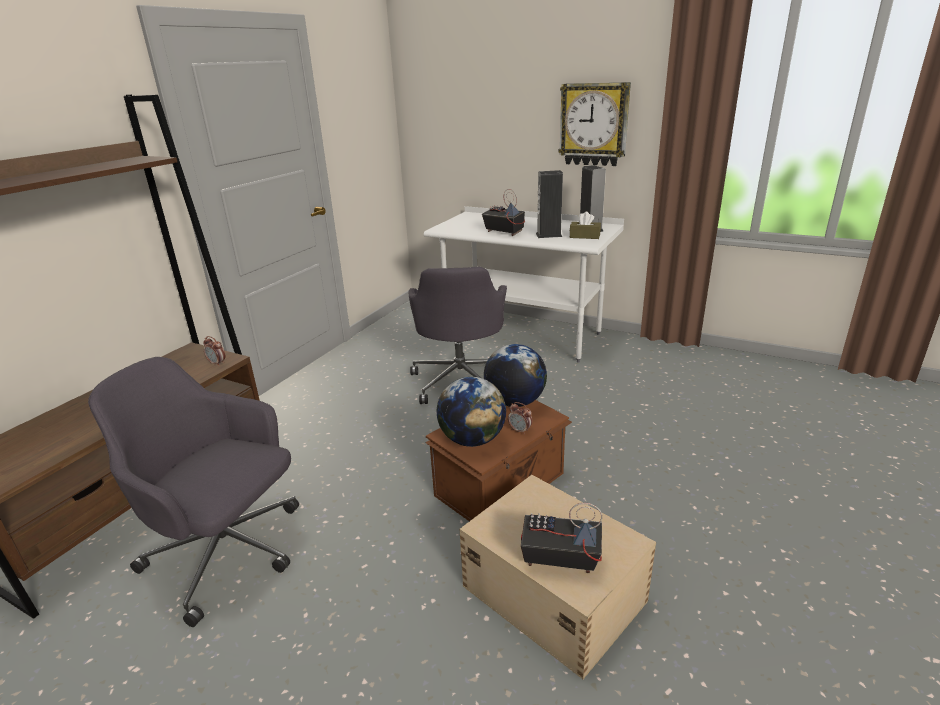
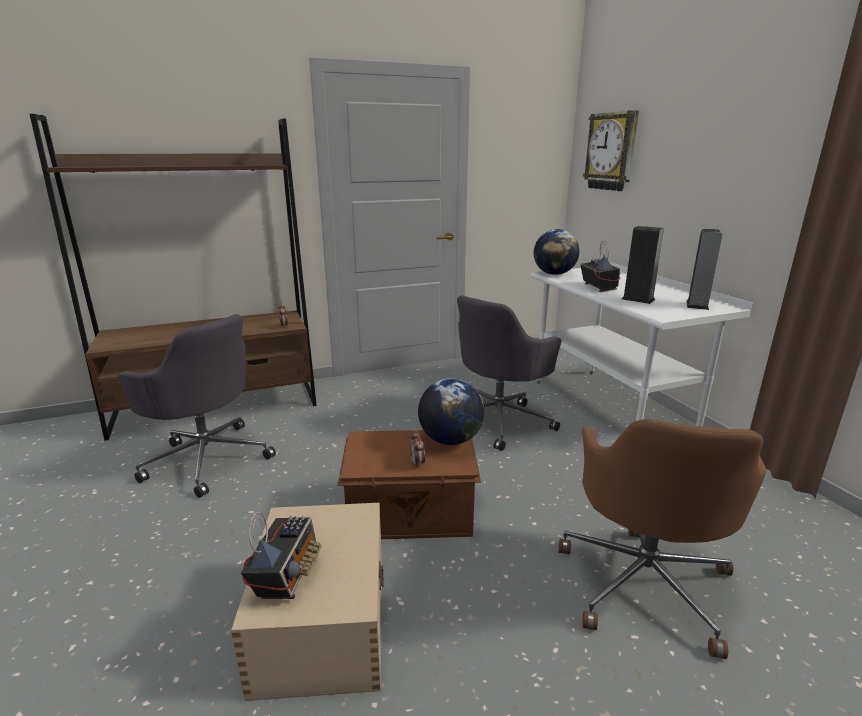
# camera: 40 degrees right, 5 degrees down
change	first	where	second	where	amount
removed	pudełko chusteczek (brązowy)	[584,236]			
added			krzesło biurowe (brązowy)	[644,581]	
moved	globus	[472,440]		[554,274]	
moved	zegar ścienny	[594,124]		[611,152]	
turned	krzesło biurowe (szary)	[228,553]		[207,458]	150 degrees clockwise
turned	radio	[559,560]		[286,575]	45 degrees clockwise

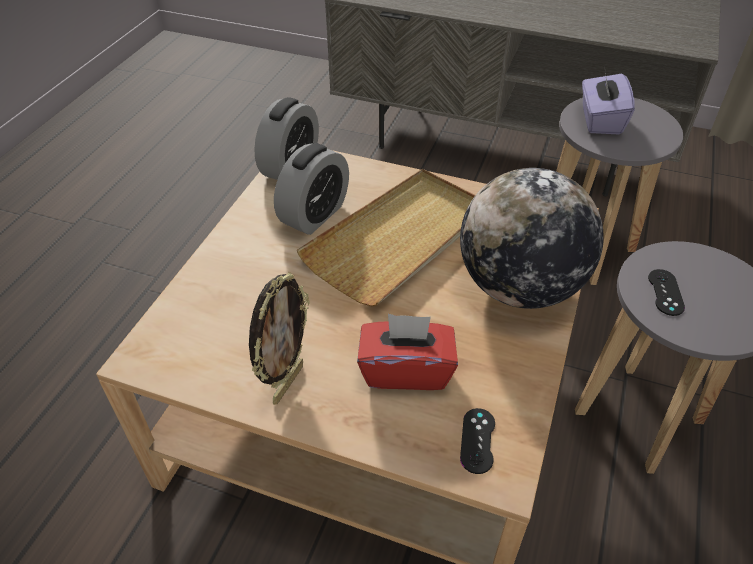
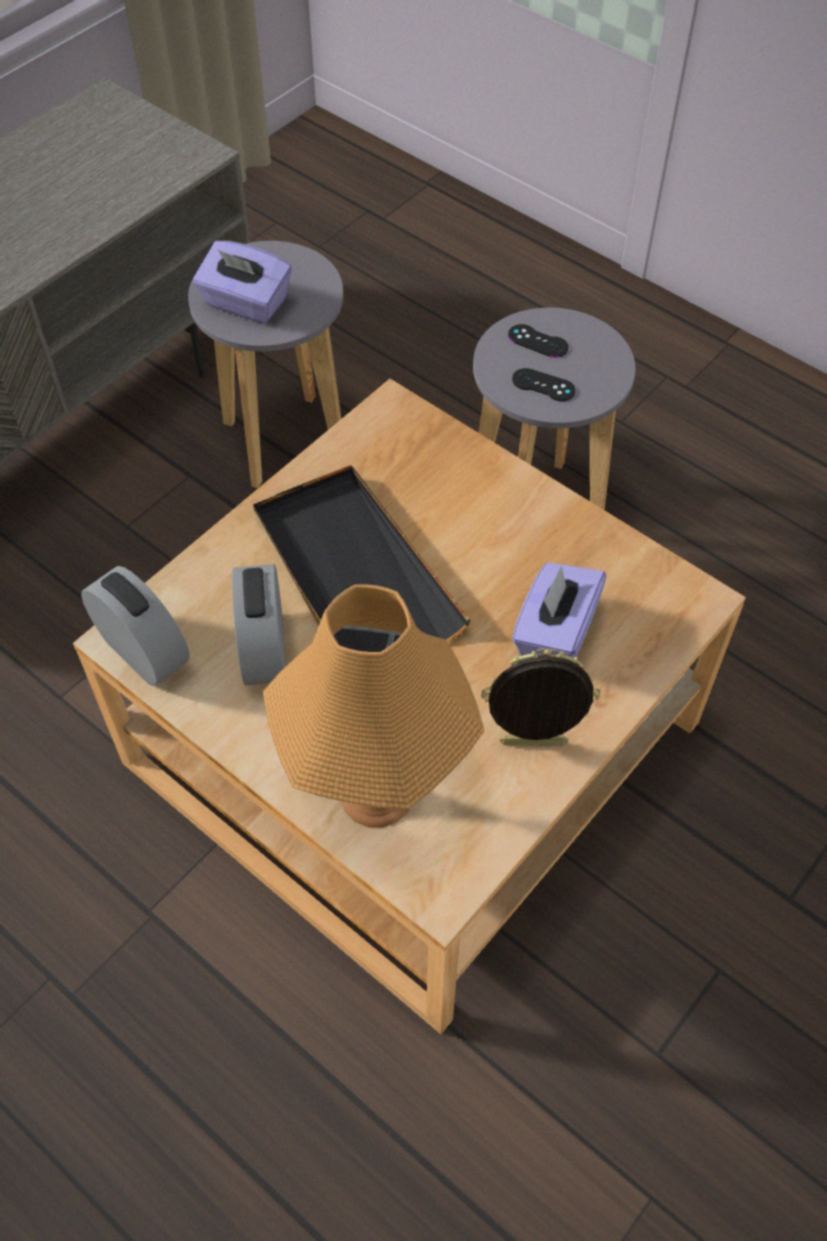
# camera: 70 degrees left, 10 degrees up
change	first	where	second	where	amount
removed	globus	[519,287]			
added			lampa stołowa (pomarańczowy)	[376,794]	
moved	pad do gier (czarny)	[477,440]		[538,341]	
recoloured	taca (beżowy)	[399,239]	taca (czarny)	[354,574]	
recoloured	pudełko chusteczek (czerwony)	[406,370]	pudełko chusteczek (fioletowy)	[554,633]	
turned	ramka na zdjęcie	[287,383]		[533,746]	45 degrees counterclockwise
turned	budzik	[314,215]		[264,649]	150 degrees counterclockwise

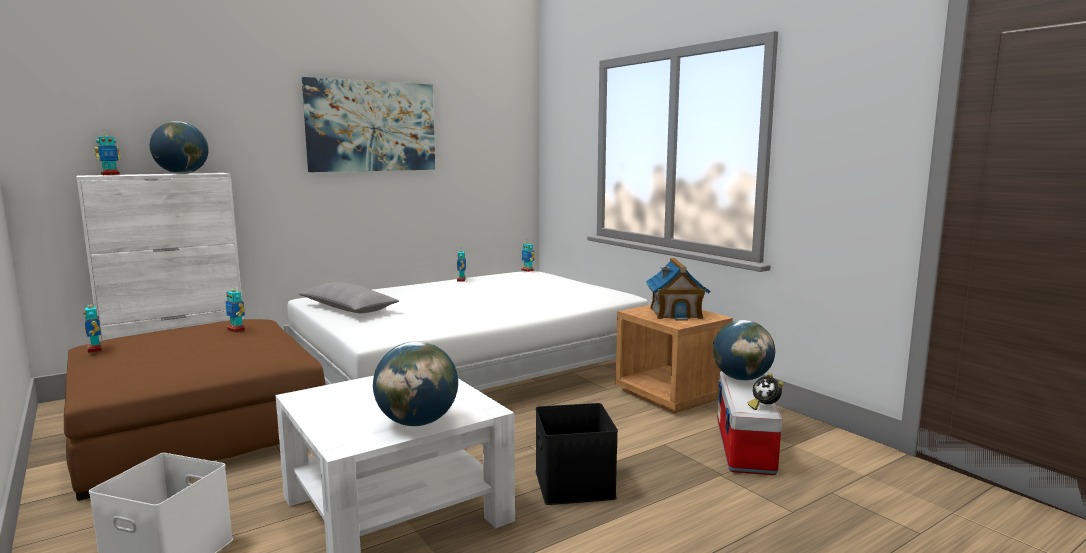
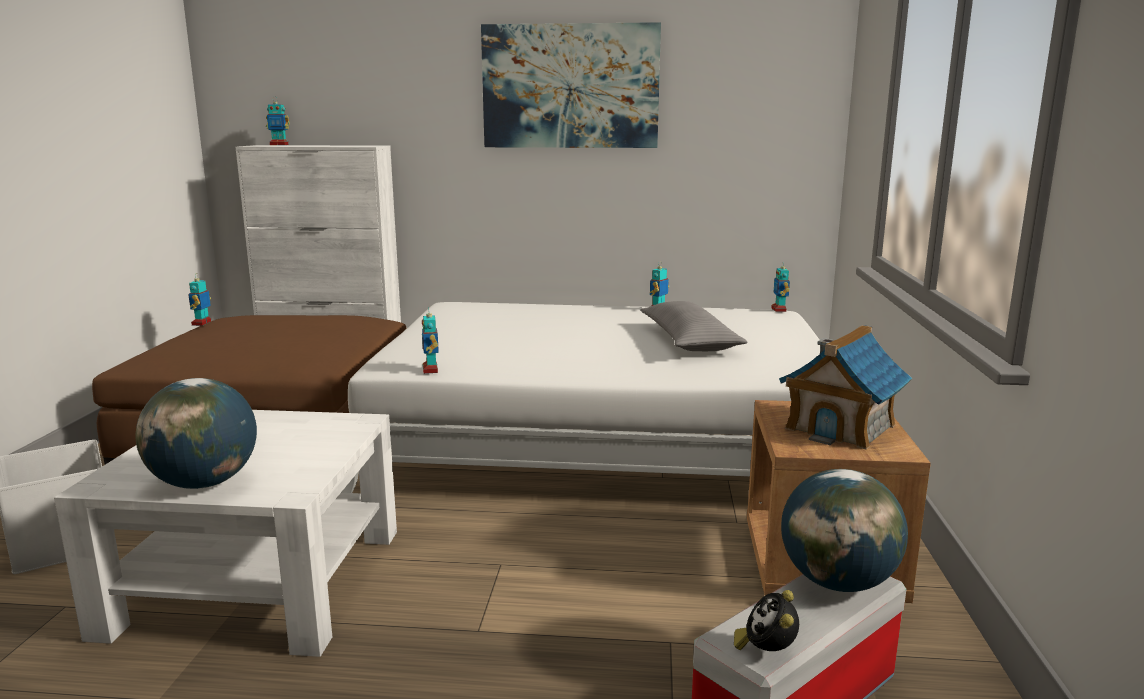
# camera: 40 degrees right, 5 degrees up
change	first	where	second	where	amount
removed	globus	[182,173]			
removed	pojemnik do przechowywania (czarny)	[576,484]			
moved	robot zabawkowy	[236,330]		[431,370]	
moved	poduszka (szary)	[348,309]		[689,341]	

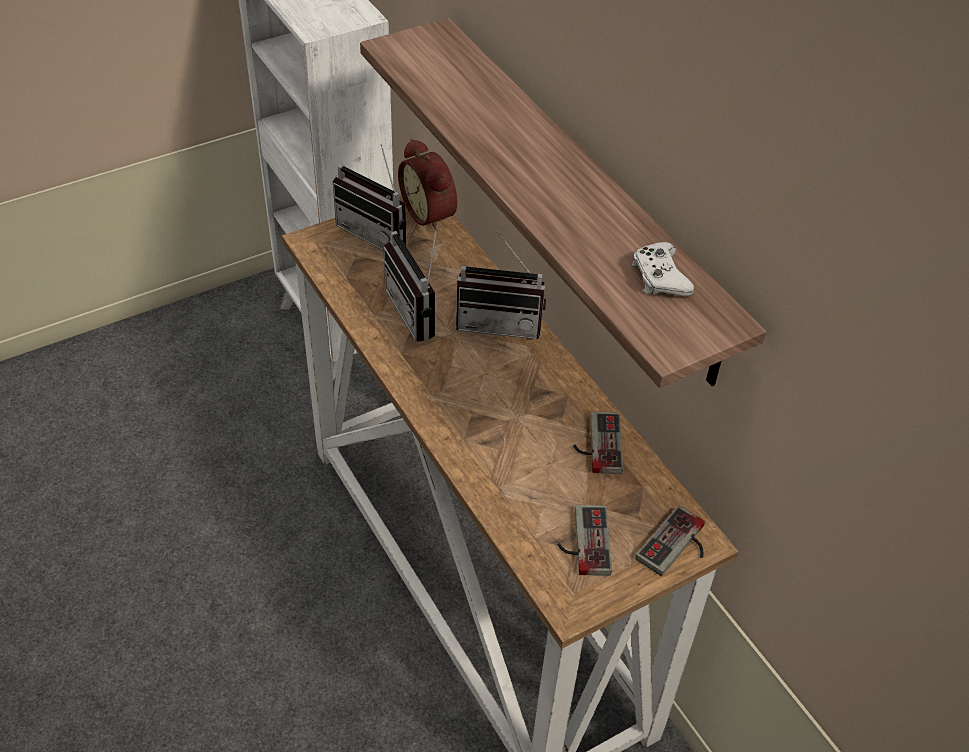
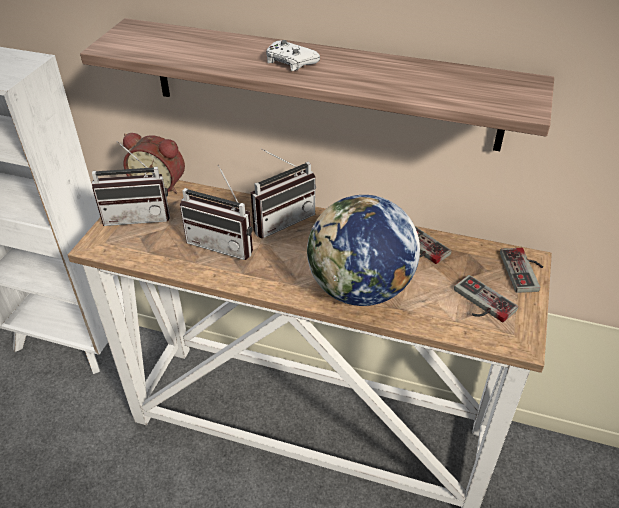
# camera: 40 degrees left, 5 degrees down
change	first	where	second	where	amount
added			globus	[360,289]	
moved	pad do gier (biały)	[660,277]		[290,62]	

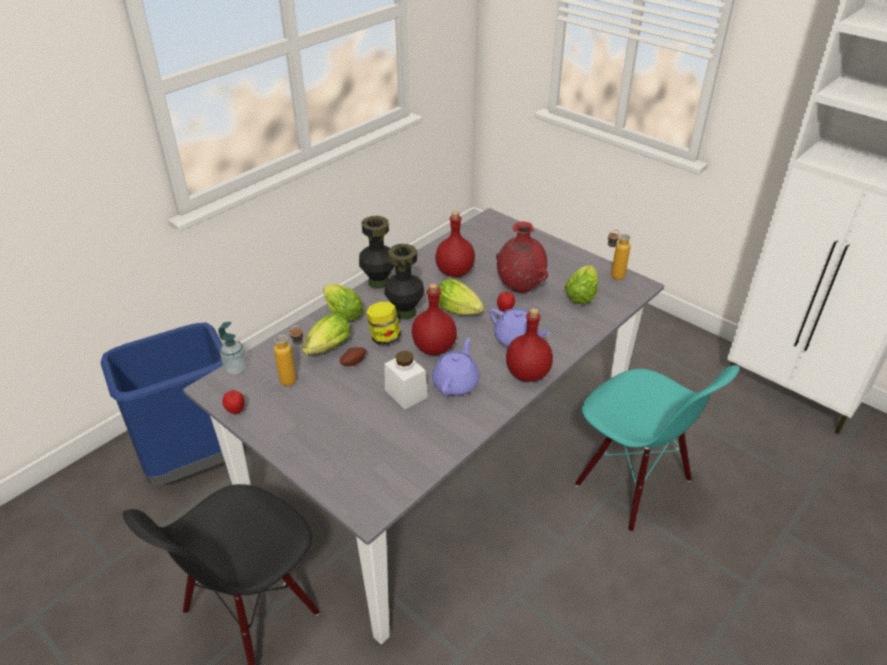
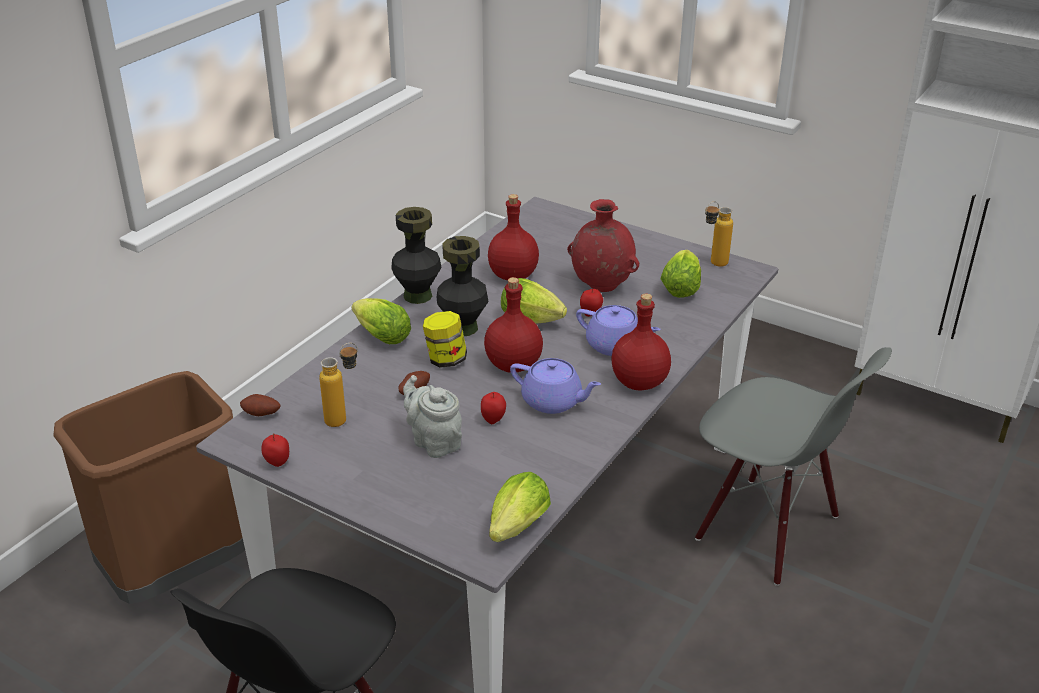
# camera: 10 degrees left, 5 degrees down
change	first	where	second	where	amount
added			imbryk (szary)	[434,442]	
moved	sałata	[326,349]		[515,530]	
replaced	dozownik mydła	[236,369]	ziemniak	[261,415]	
replaced	słoik (biały)	[406,393]	jabłko	[493,420]	
recoloured	kosz na śmieci (niebieski)	[196,461]	kosz na śmieci (brązowy)	[177,571]	
recoloured	krzesło (turkusowy)	[632,483]	krzesło (szary)	[766,529]	
turned	imbryk (fioletowy)	[456,383]		[553,401]	105 degrees clockwise

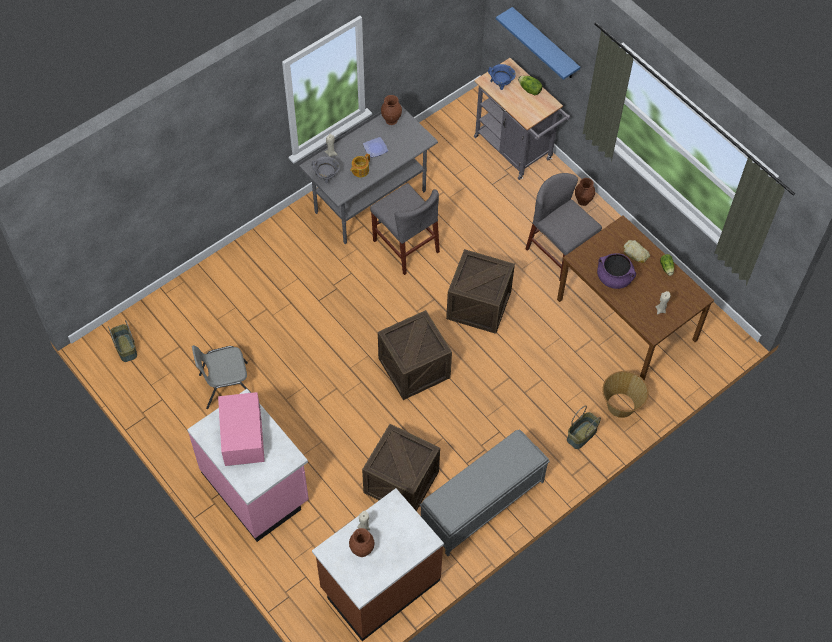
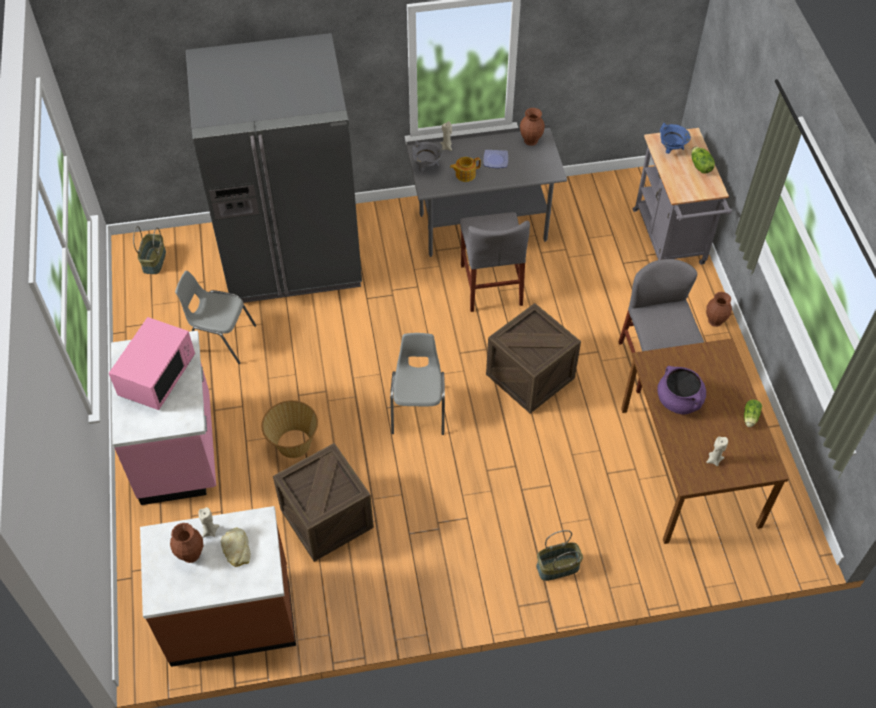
# camera: 30 degrees right, 5 degrees down
change	first	where	second	where	amount
removed	ławka (szary)	[481,504]			
removed	półka (niebieski)	[544,44]			
added			lodówka (szary)	[291,255]	
moved	koszyk	[621,406]		[293,444]	
moved	chleb	[635,253]		[236,549]	
replaced	skrzynka	[414,368]	krzesło (szary)	[419,408]	

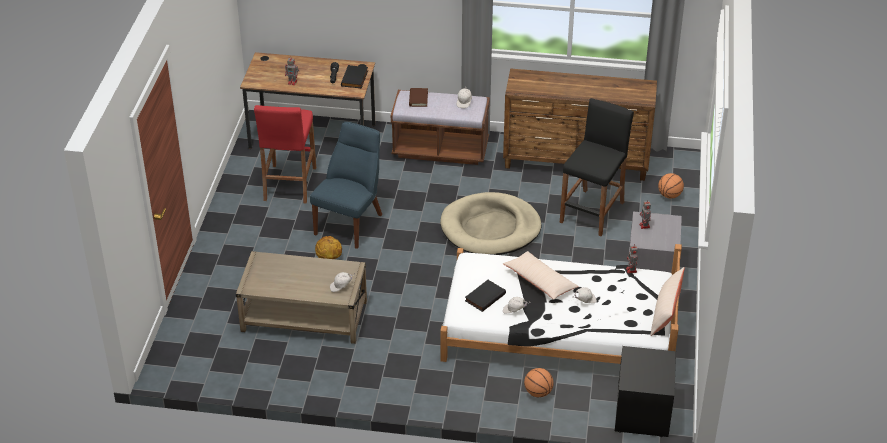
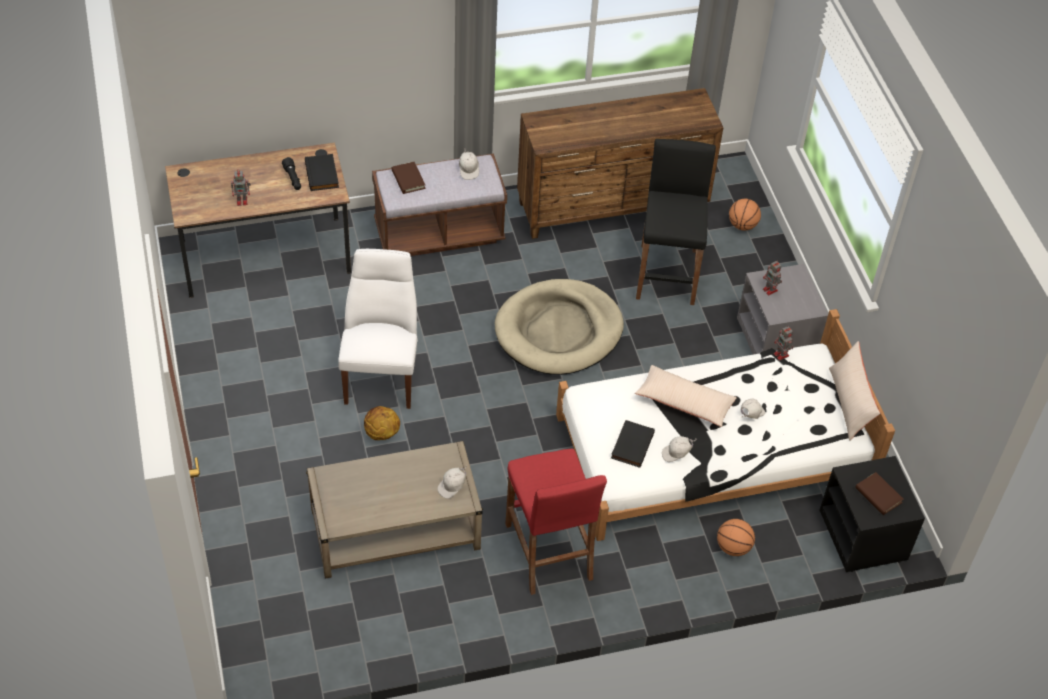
# camera: 25 degrees left, 10 degrees up
change	first	where	second	where	amount
added			książka (brązowy)	[878,495]	
moved	stołek (czerwony)	[289,184]		[549,552]	
recoloured	krzesło (niebieski)	[351,222]	krzesło (biały)	[382,372]	

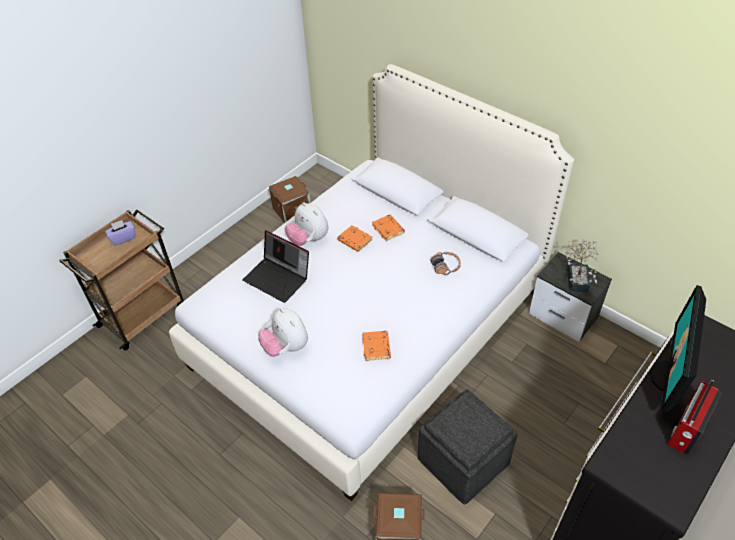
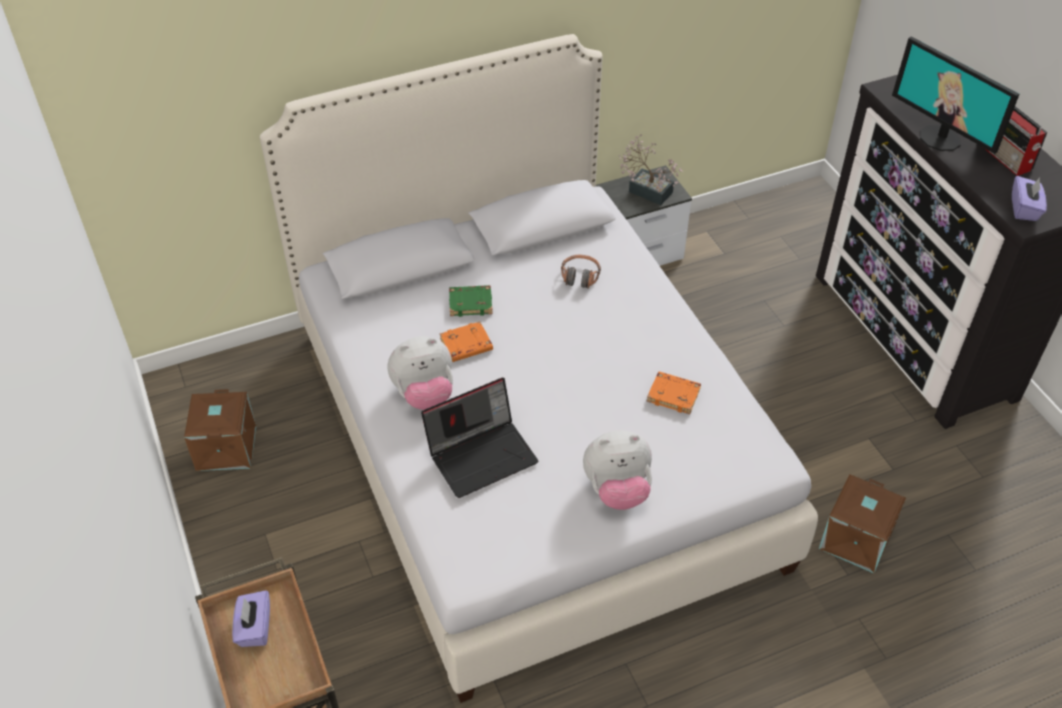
# camera: 65 degrees left, 0 degrees up
change	first	where	second	where	amount
removed	pufa (szary)	[464,461]			
added			pudełko chusteczek (fioletowy)	[1024,209]	
recoloured	książka (pomarańczowy)	[388,229]	książka (zielony)	[471,303]	

